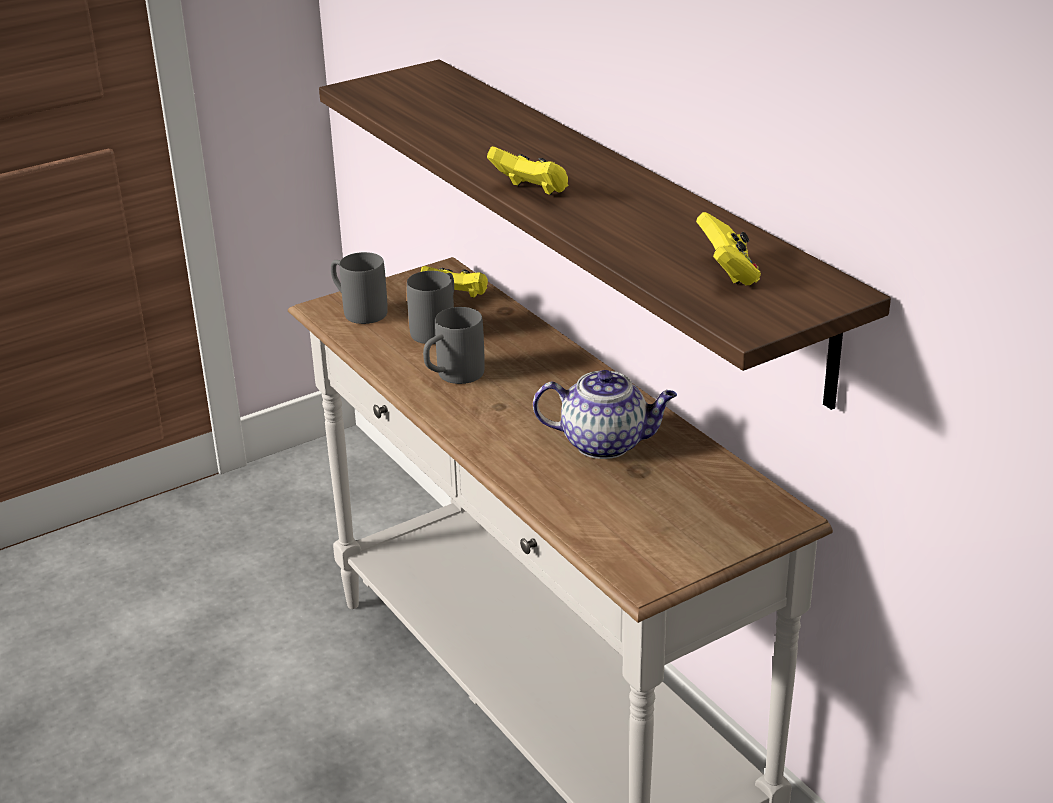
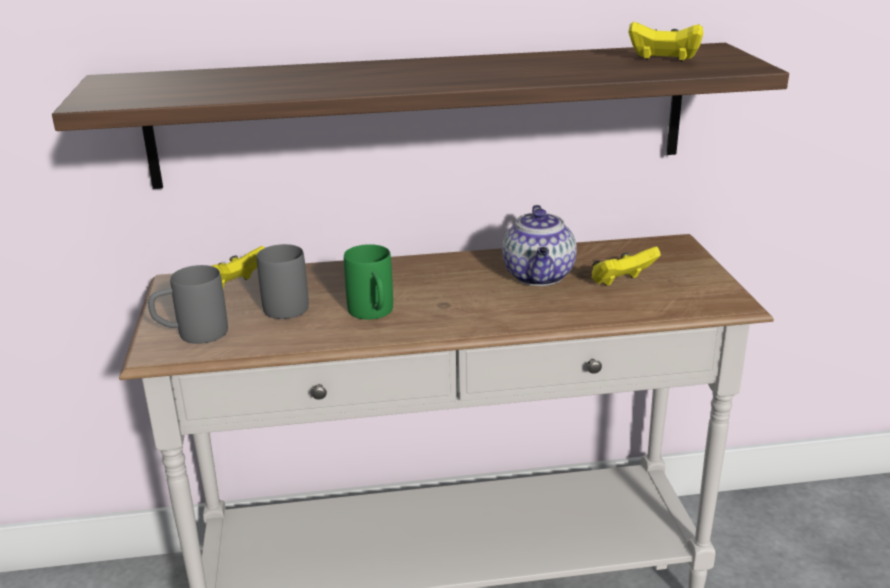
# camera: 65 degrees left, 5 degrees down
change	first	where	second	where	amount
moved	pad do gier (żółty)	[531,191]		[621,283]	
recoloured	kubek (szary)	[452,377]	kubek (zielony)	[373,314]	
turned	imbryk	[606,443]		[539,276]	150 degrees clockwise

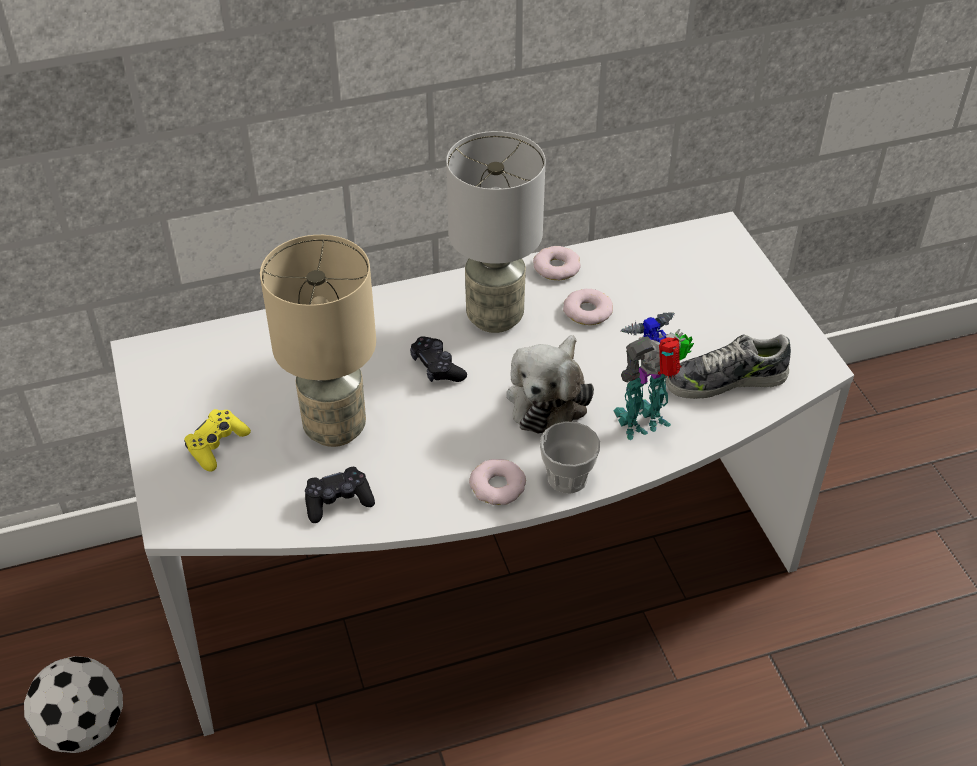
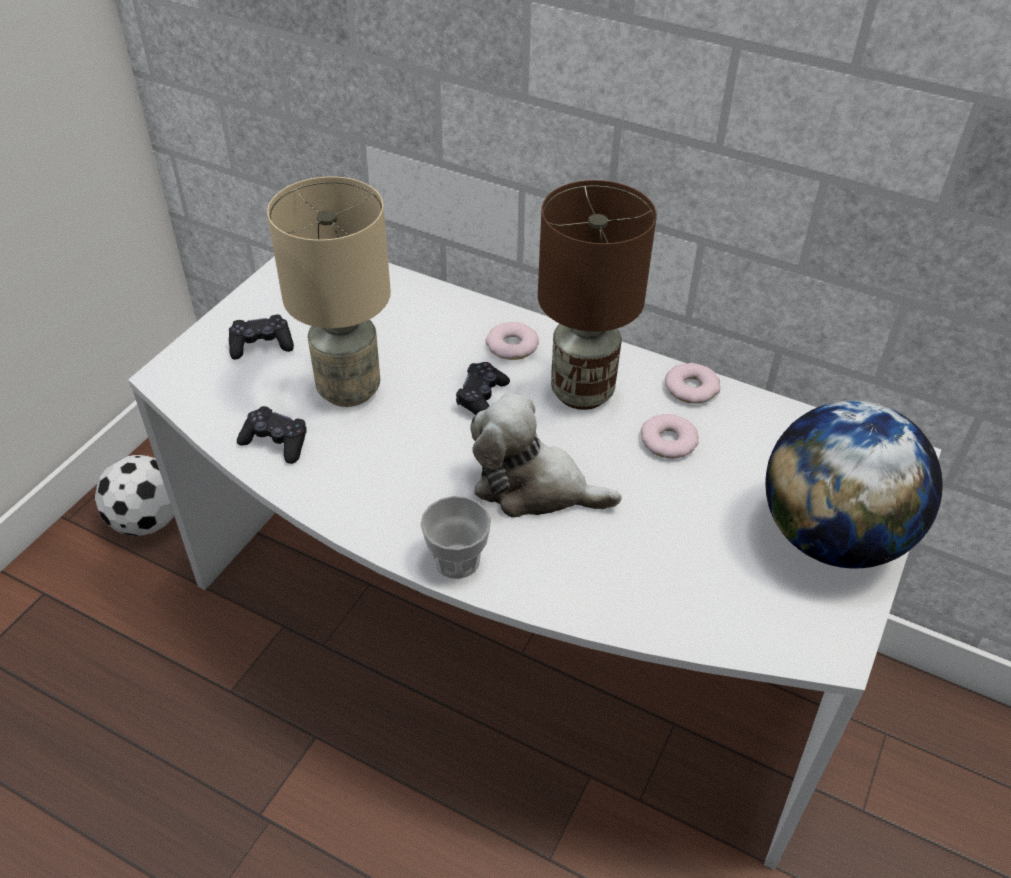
# camera: 45 degrees right, 0 degrees up
change	first	where	second	where	amount
removed	robot zabawkowy	[645,422]			
removed	but	[726,380]			
added			globus	[831,537]	
moved	donut	[498,486]		[512,346]	
recoloured	pad do gier (żółty)	[217,446]	pad do gier (czarny)	[261,345]	
recoloured	lampa stołowa (szary)	[495,316]	lampa stołowa (brązowy)	[583,391]	
turned	pluszak	[549,399]		[533,487]	45 degrees clockwise

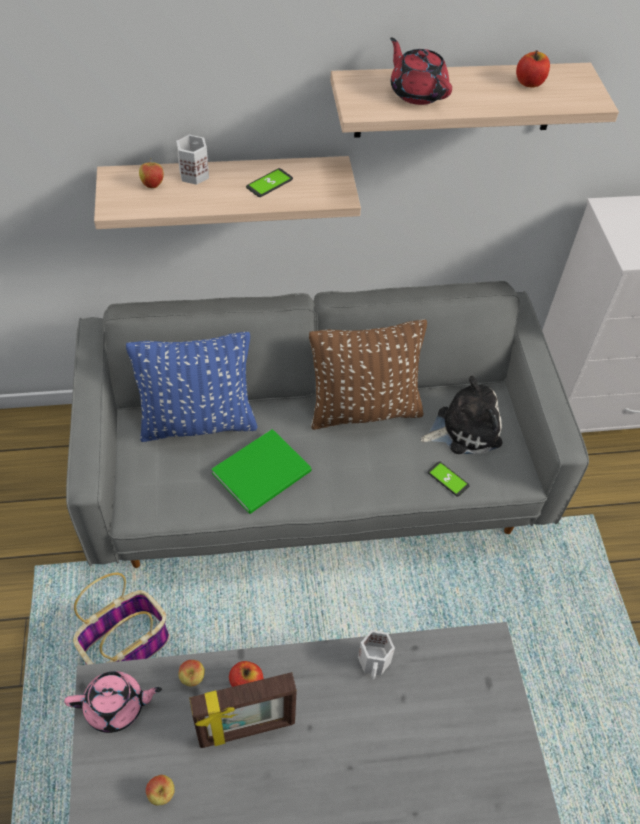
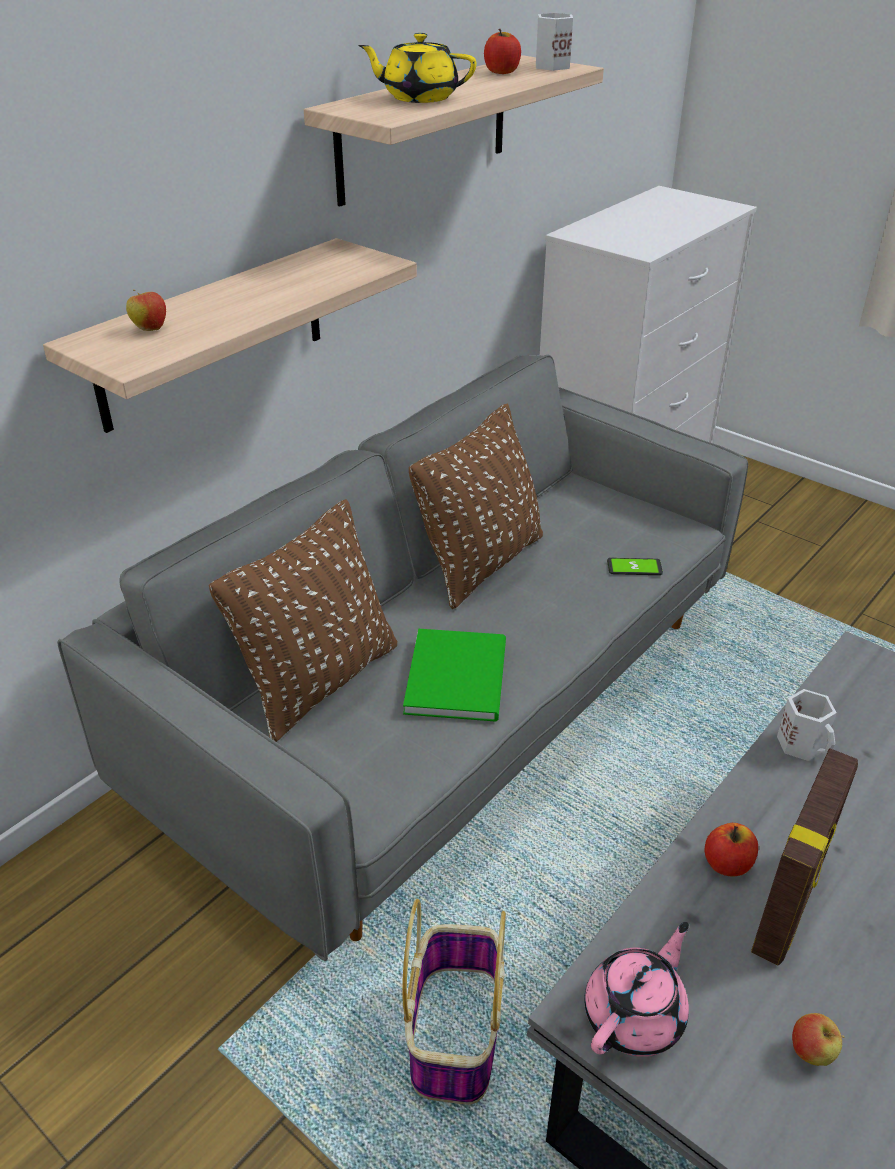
# camera: 40 degrees left, 15 degrees down
change	first	where	second	where	amount
removed	jabłko	[192,678]			
removed	telefon	[269,183]			
removed	pluszak	[464,428]			
moved	kubek (biały)	[193,173]		[550,66]	
recoloured	poduszka (niebieski)	[198,423]	poduszka (brązowy)	[320,681]	
recoloured	imbryk (czerwony)	[417,92]	imbryk (żółty)	[419,98]	

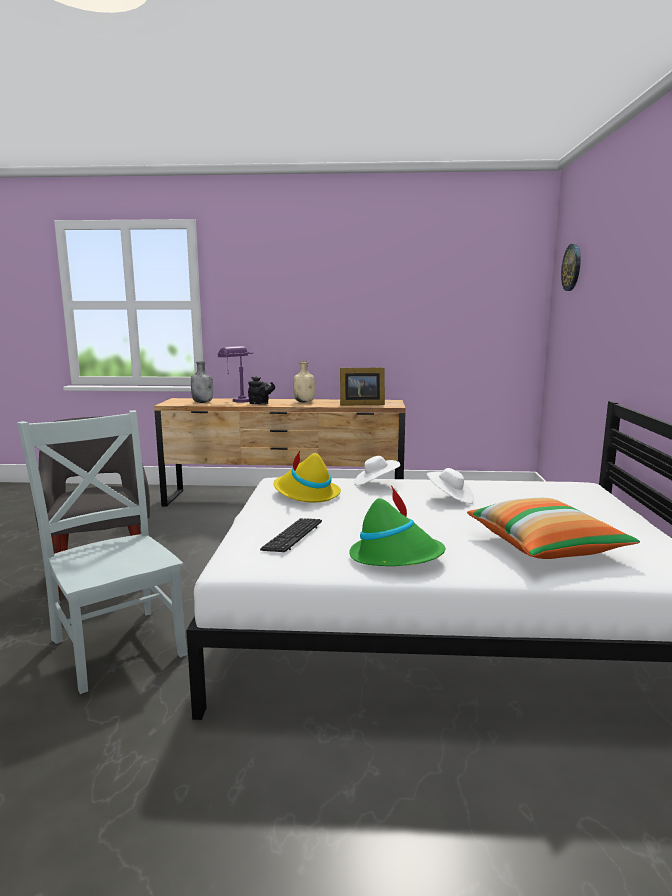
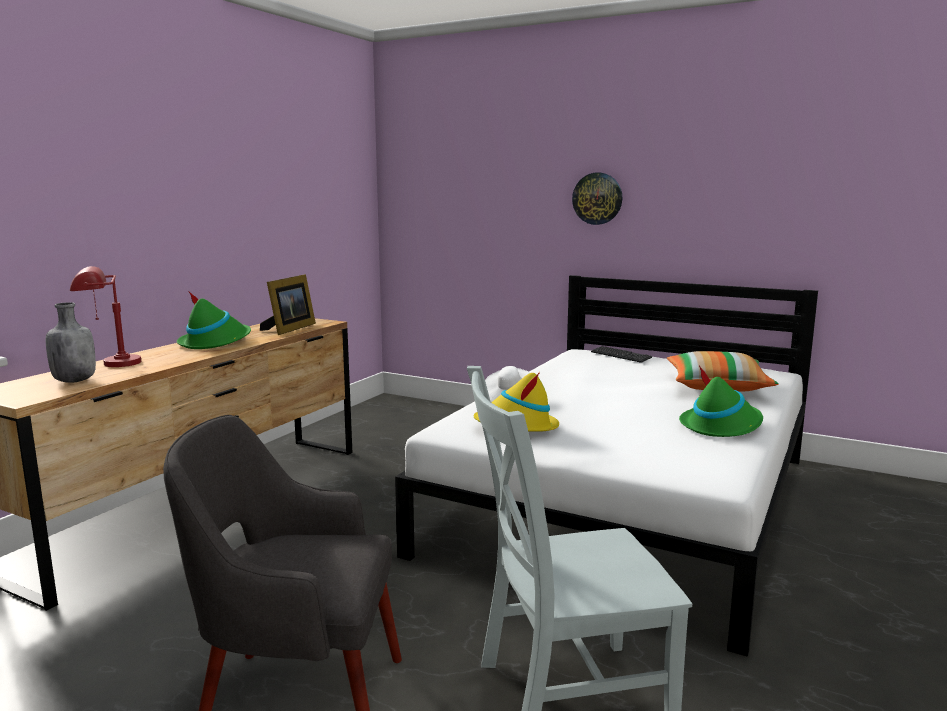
# camera: 65 degrees left, 0 degrees up
change	first	where	second	where	amount
removed	imbryk (czarny)	[260,404]			
removed	kapelusz (biały)	[450,498]			
moved	klawiatura	[292,536]		[620,356]	
moved	zegar ścienny	[572,267]		[597,198]	
replaced	butelka (beżowy)	[304,402]	kapelusz (zielony)	[215,342]	
recoloured	lampa stołowa (fioletowy)	[237,400]	lampa stołowa (czerwony)	[109,364]	

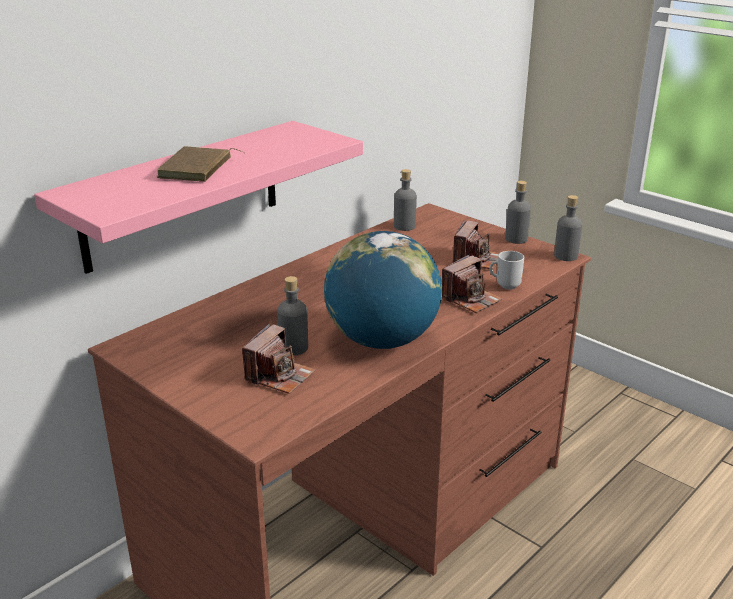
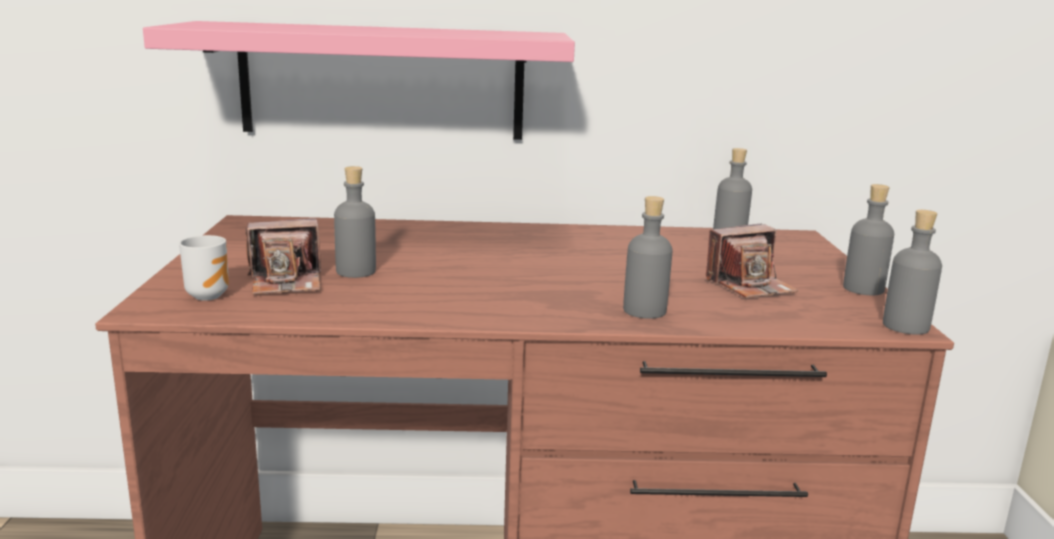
# camera: 45 degrees right, 10 degrees down
change	first	where	second	where	amount
removed	książka (brązowy)	[198,169]			
removed	globus	[382,340]			
moved	kubek	[506,285]		[209,295]	
replaced	aparat fotograficzny	[470,299]	butelka (szary)	[644,310]	

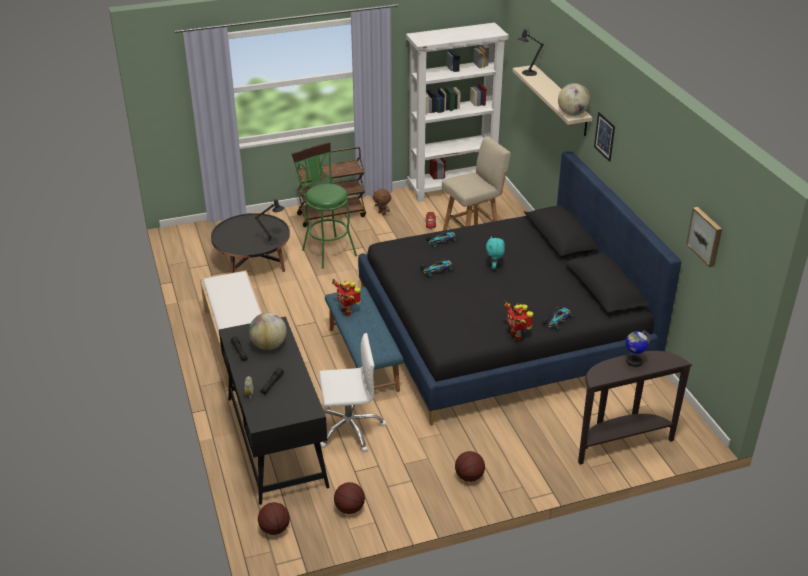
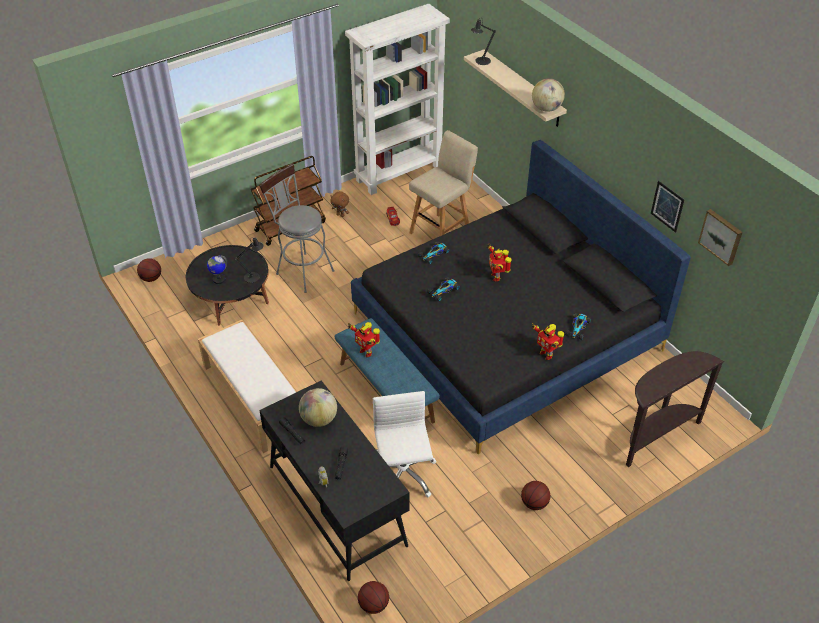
# camera: 15 degrees left, 10 degrees up
change	first	where	second	where	amount
moved	piłka do koszykówki	[349,508]		[151,278]	
moved	obraz	[604,136]		[667,206]	
moved	globus	[633,361]		[219,279]	
replaced	pluszak (turkusowy)	[494,266]	robot zabawkowy	[496,276]	
recoloured	stołek (zielony)	[326,250]	stołek (szary)	[301,270]	
turned	krzesło biurowe (biały)	[349,428]		[402,475]	75 degrees counterclockwise

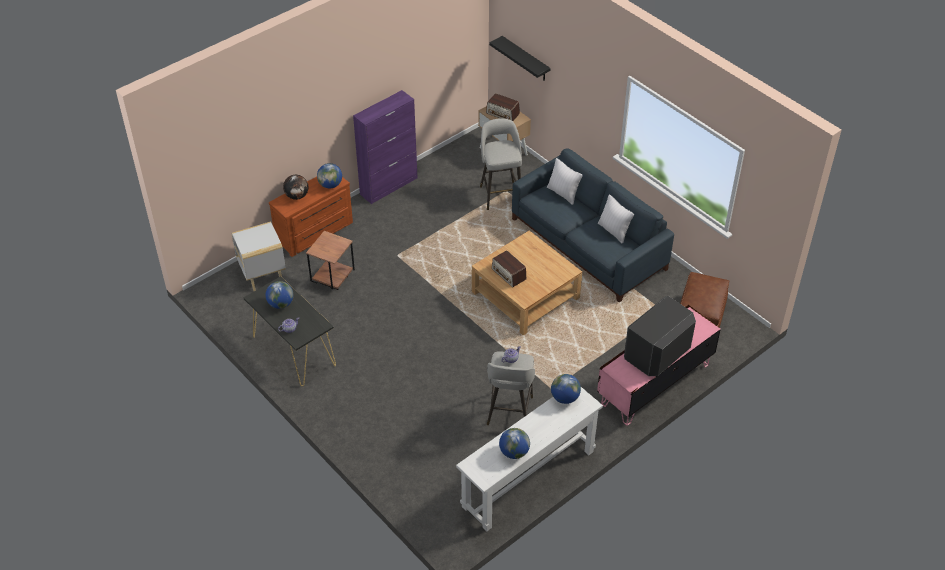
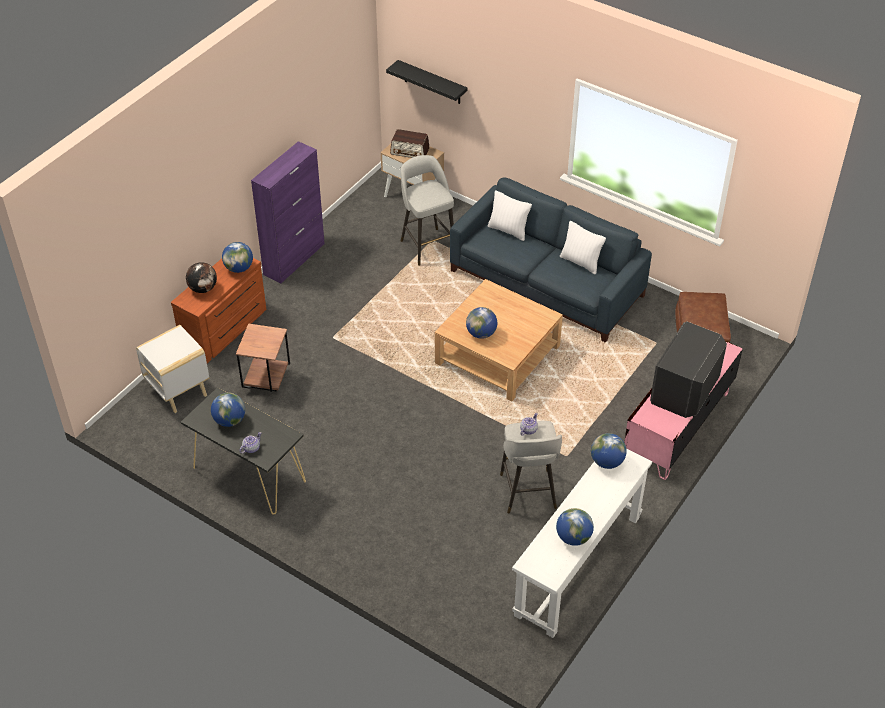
# camera: 15 degrees left, 0 degrees up
change	first	where	second	where	amount
replaced	radio	[509,274]	globus	[481,333]	

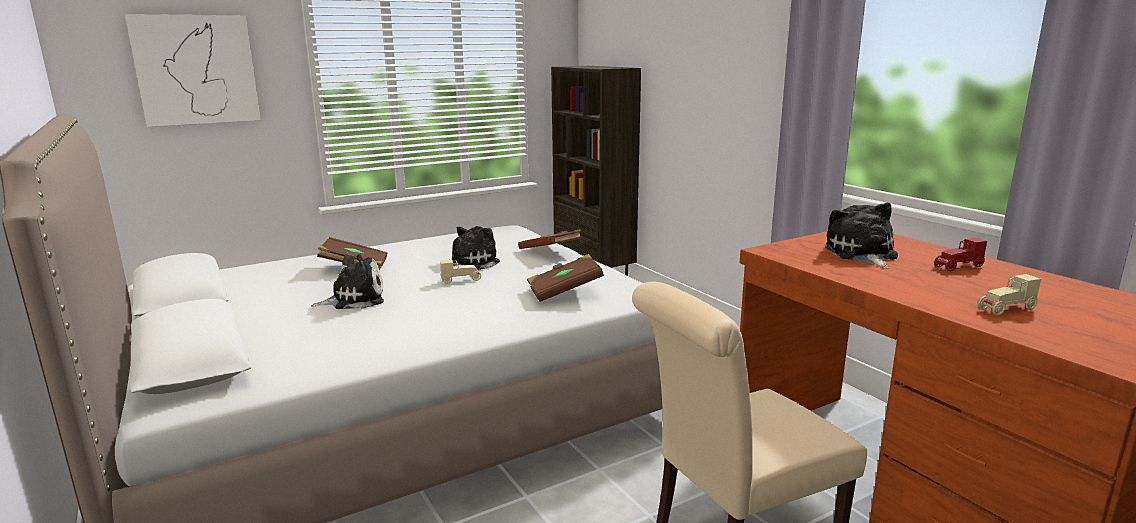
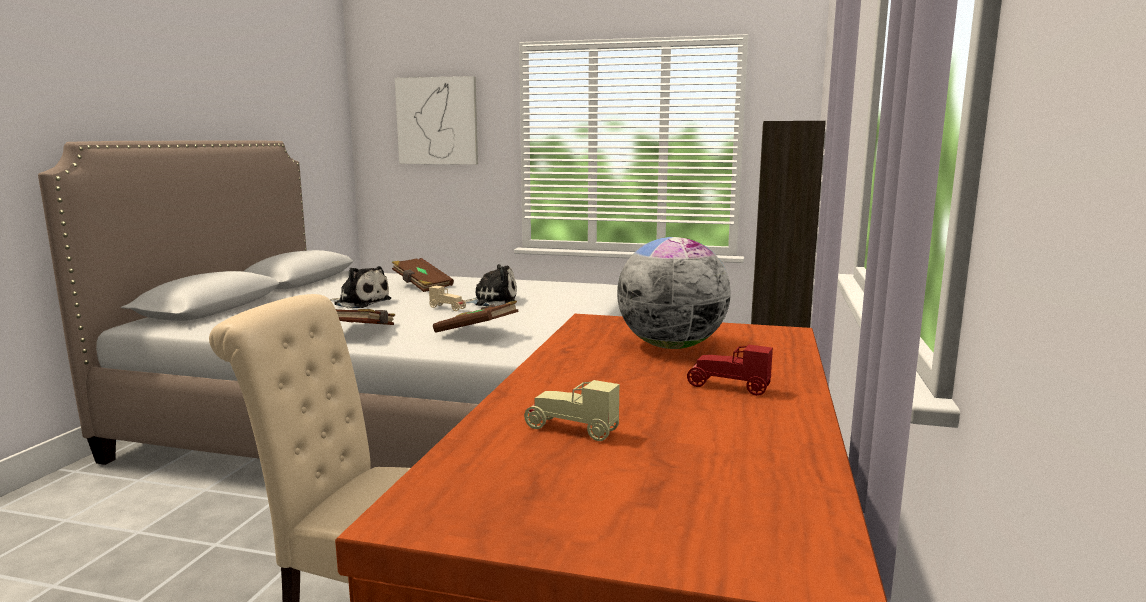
# camera: 45 degrees right, 5 degrees down
change	first	where	second	where	amount
moved	książka (brązowy)	[551,252]		[362,332]	
replaced	pluszak	[861,254]	globus	[671,346]	

